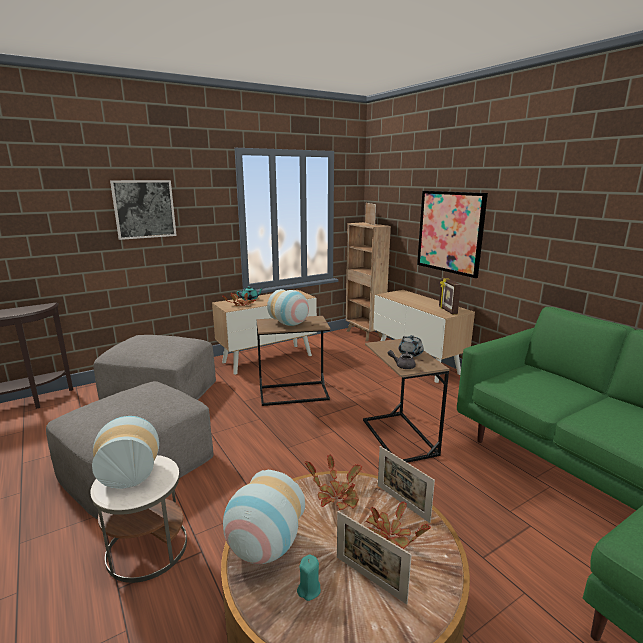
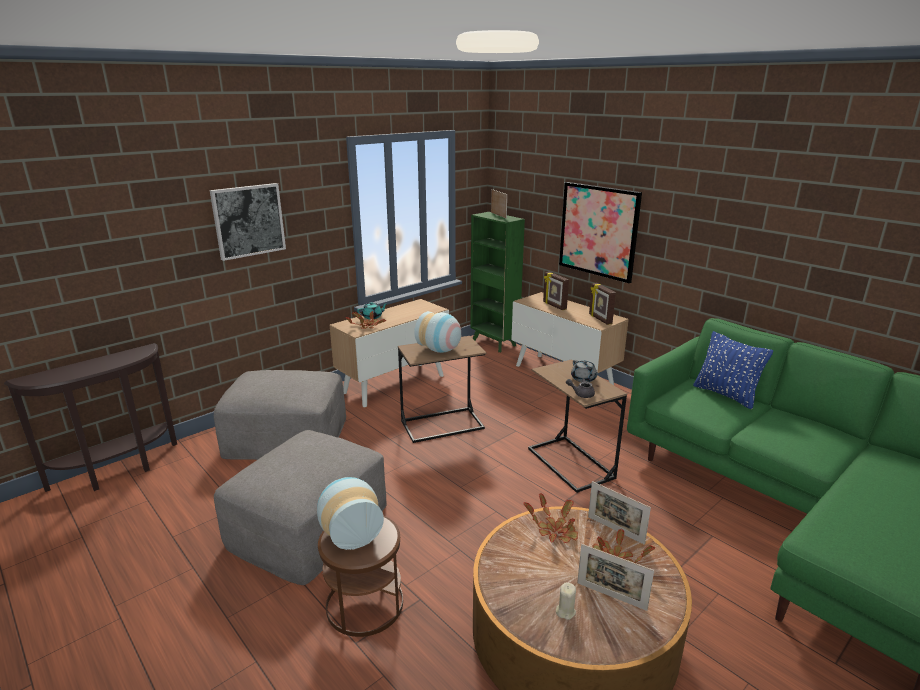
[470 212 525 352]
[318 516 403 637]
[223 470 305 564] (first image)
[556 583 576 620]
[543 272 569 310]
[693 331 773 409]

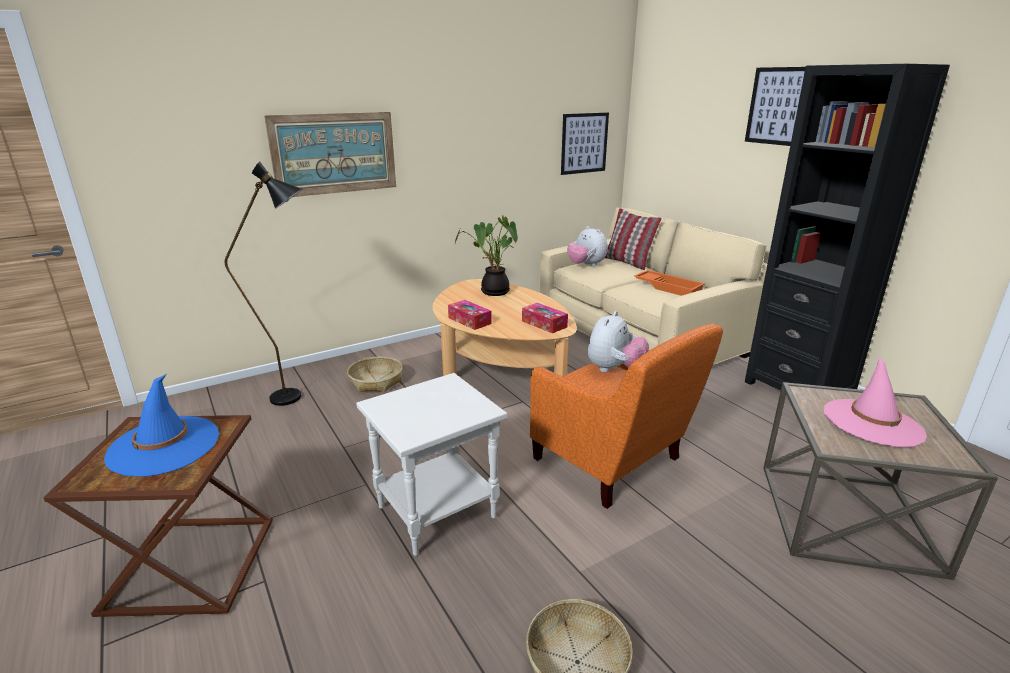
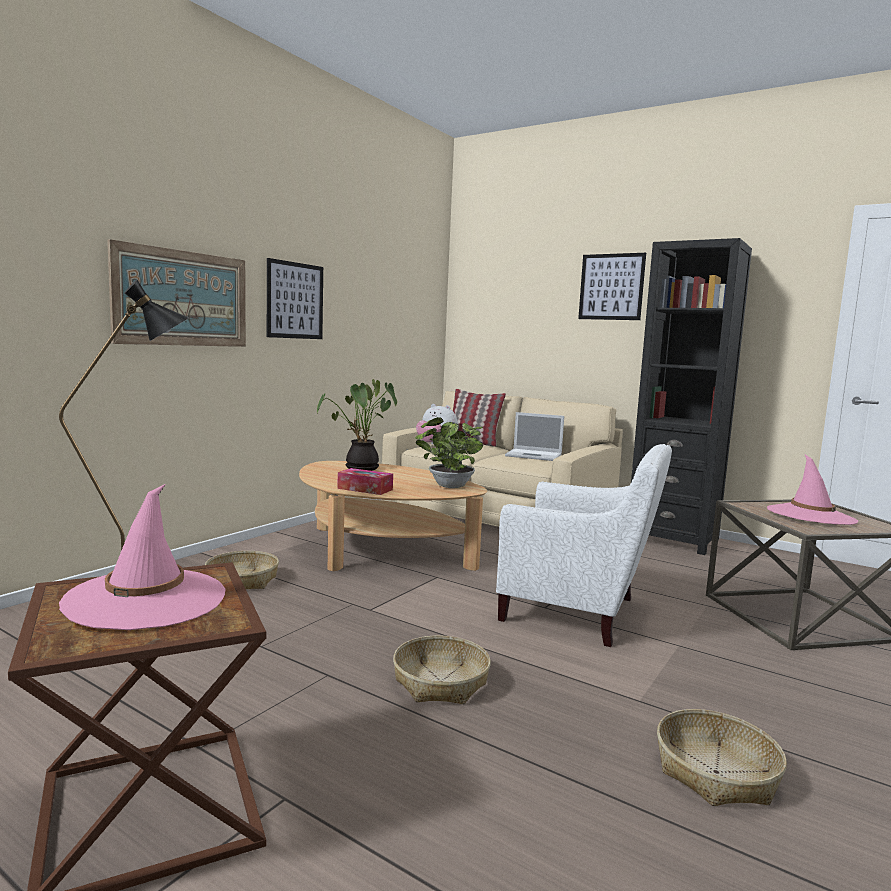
[267 258 323 339]
[505 412 564 461]
[415 417 483 488]
[588 311 649 372] (first image)
[496 444 672 647]
[393 636 491 704]
[59 484 225 630]

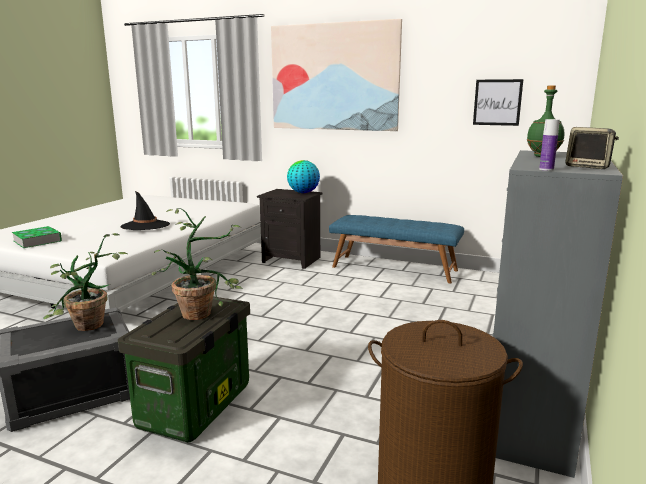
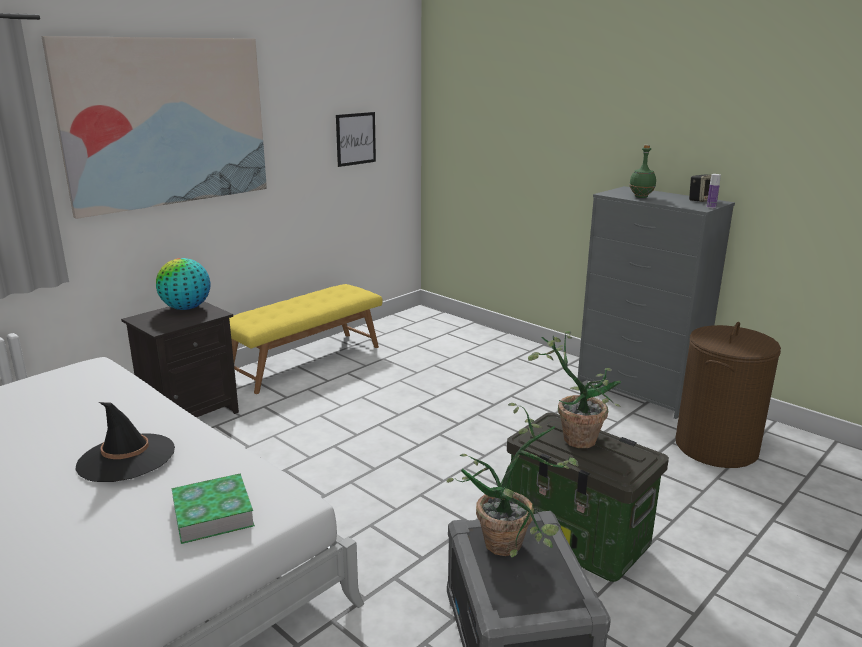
[229 284 382 394]
[172 473 255 544]

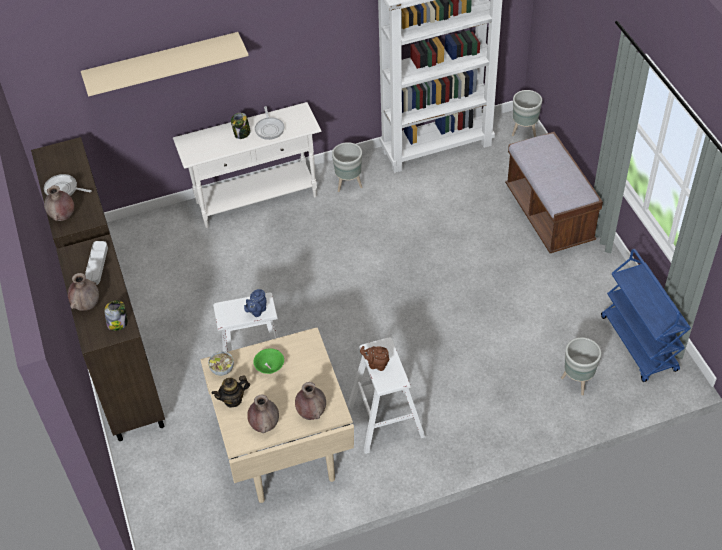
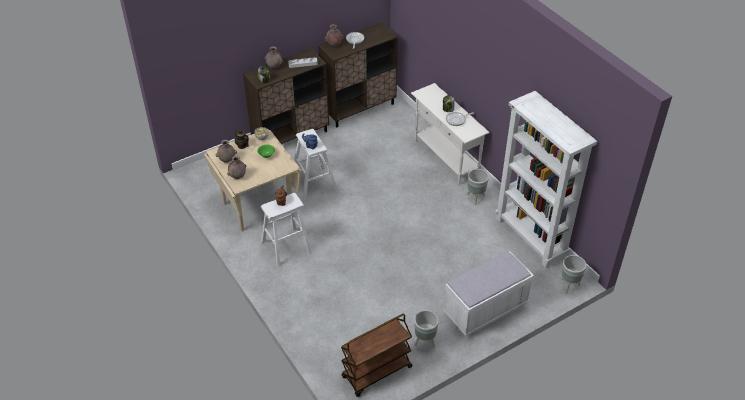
[81 32 249 96] (first image)
[443 251 534 336]
[341 314 412 397]
[414 310 439 347]

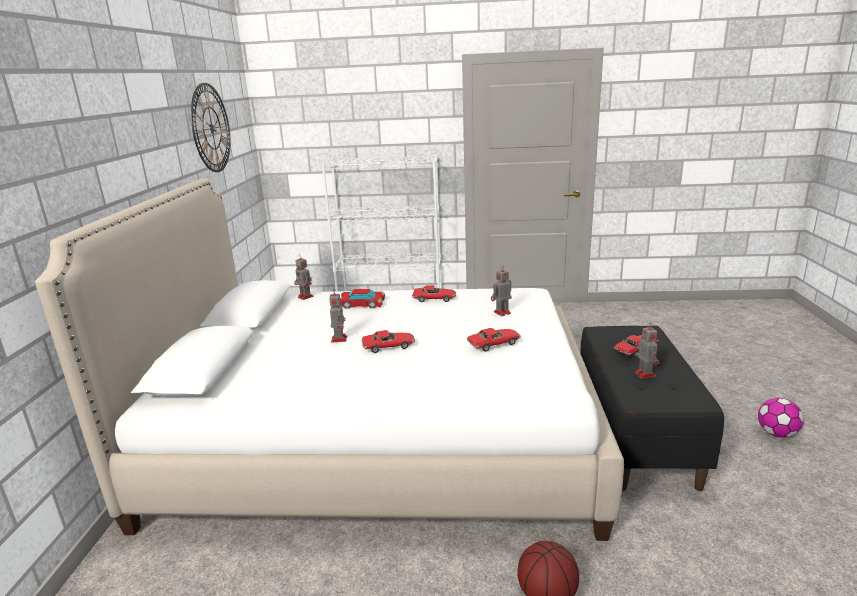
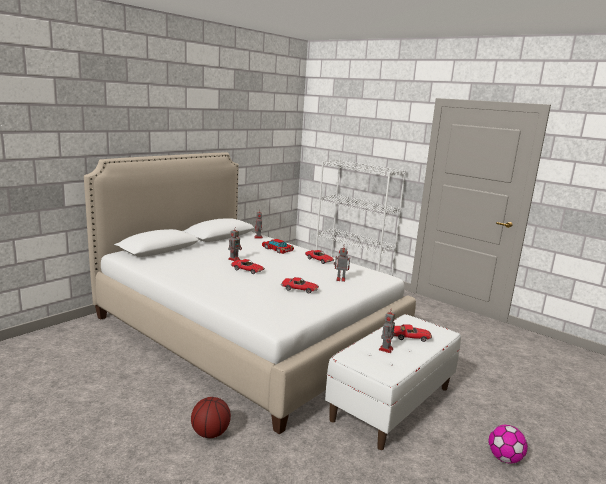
[191 83 231 172] (first image)
[325 314 461 450]

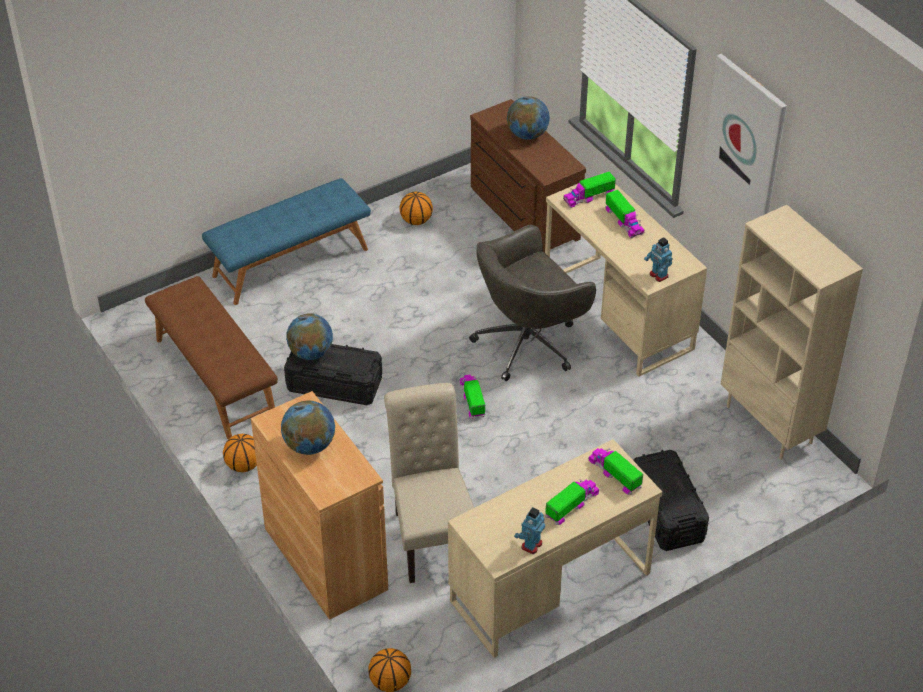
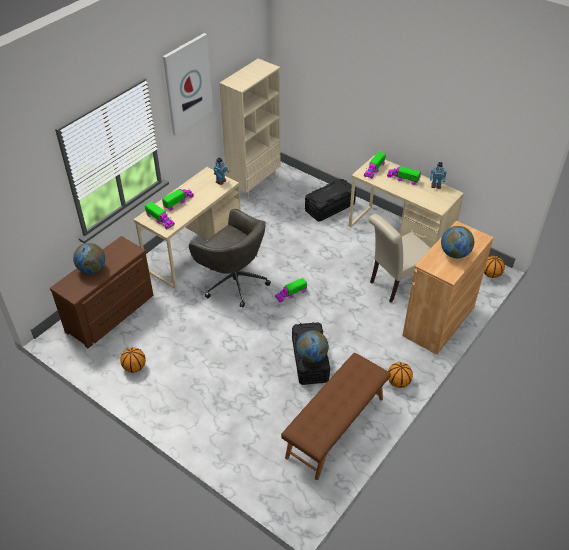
[202 178 371 305] (first image)

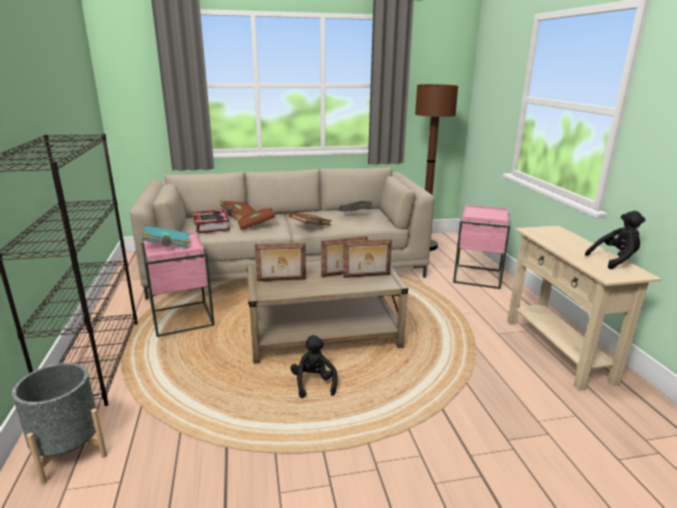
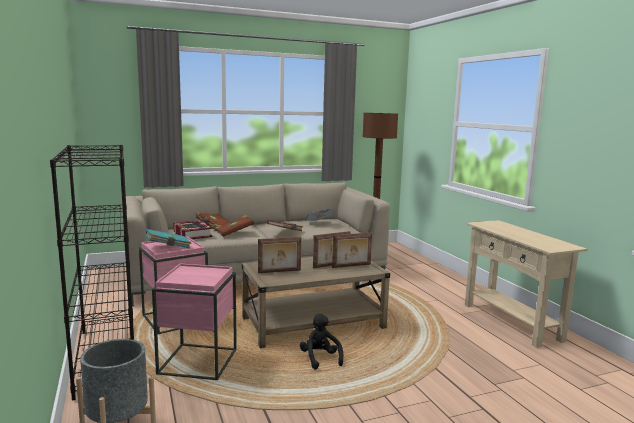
[152 263 237 380]
[585 211 646 269] (first image)

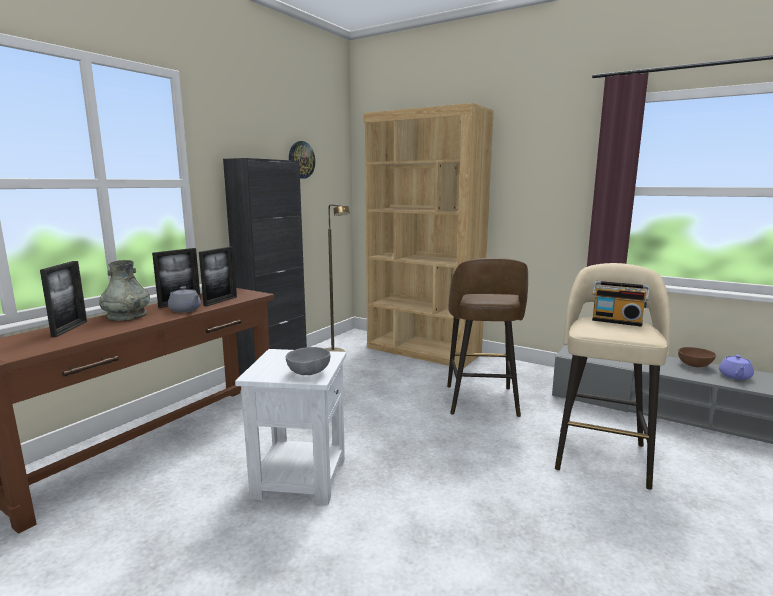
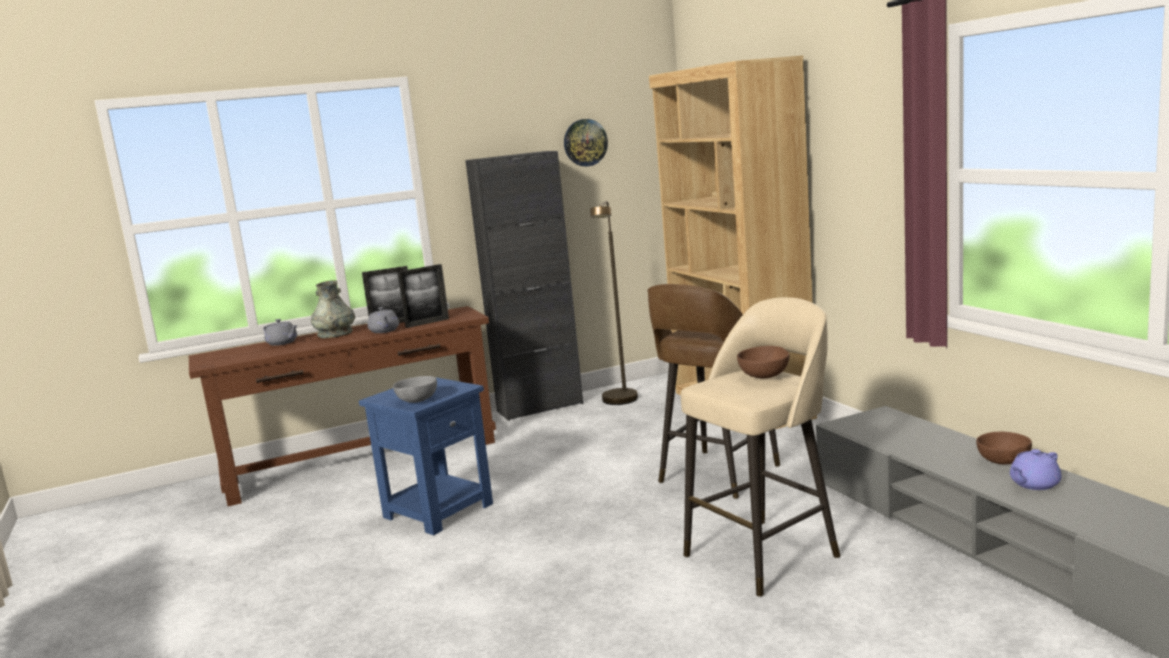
[263 319 297 346]
[737 346 789 378]
[359 377 493 535]

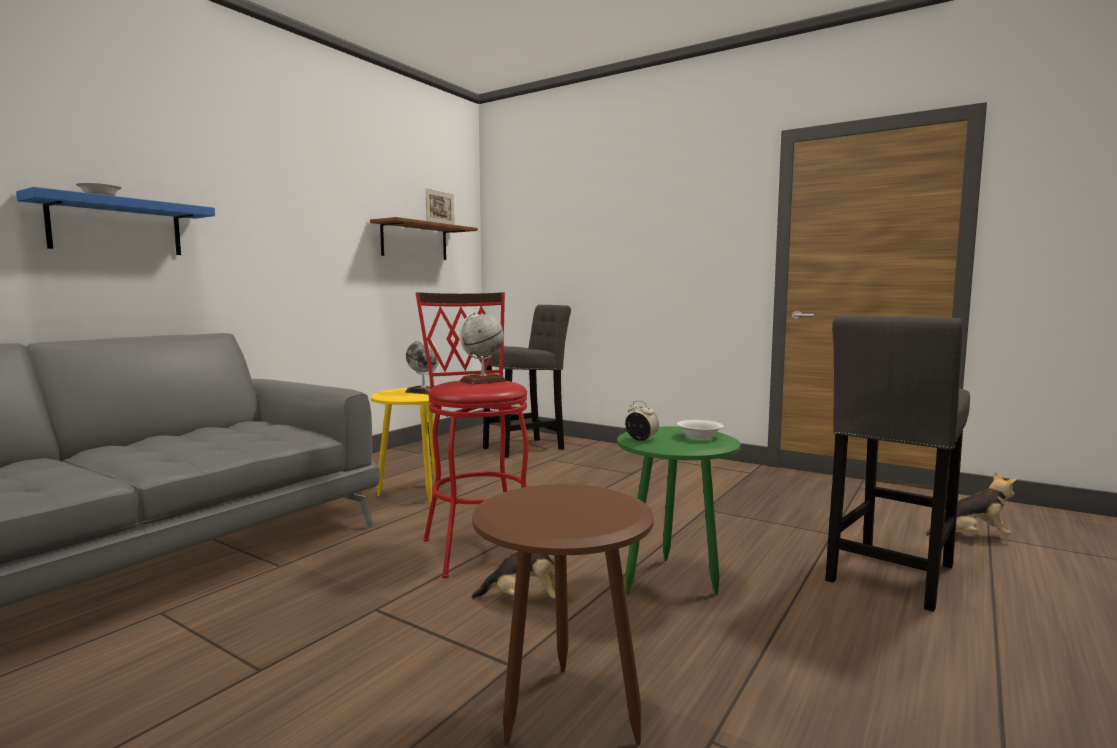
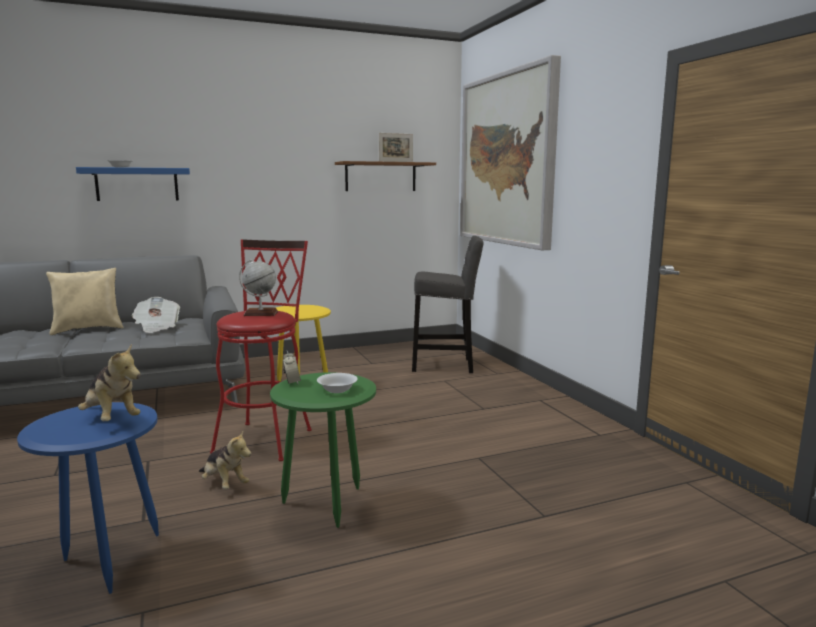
[825 316 970 612] (first image)
[405 340 439 394] (first image)
[78 343 140 421]
[17 402 159 594]
[460 55 561 250]
[46 268 124 335]
[132 297 180 333]

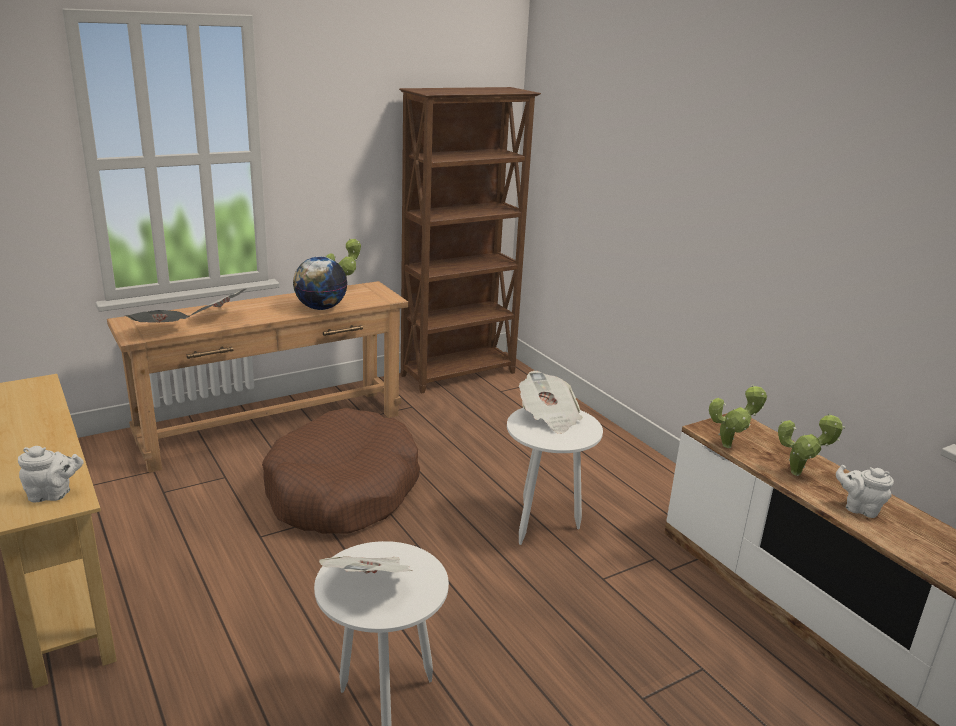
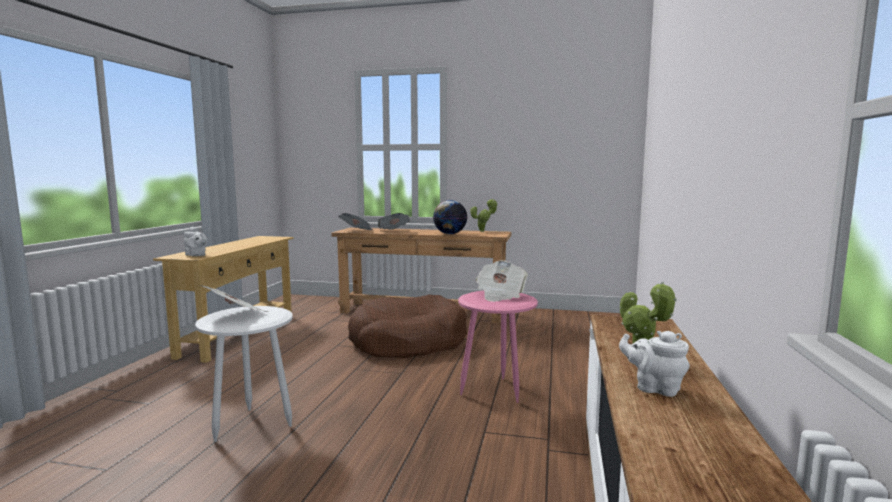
[399 87 541 394] (first image)
[709 384 767 448] (first image)
[458 291 538 403]
[619 331 690 397]

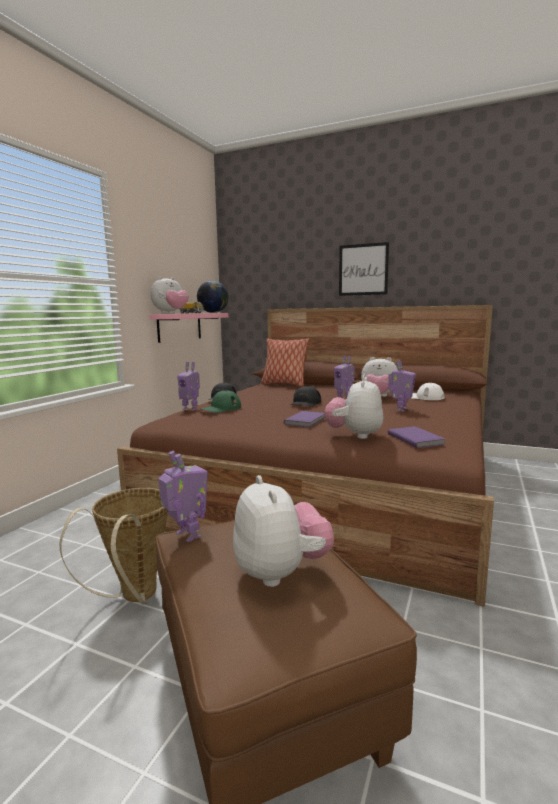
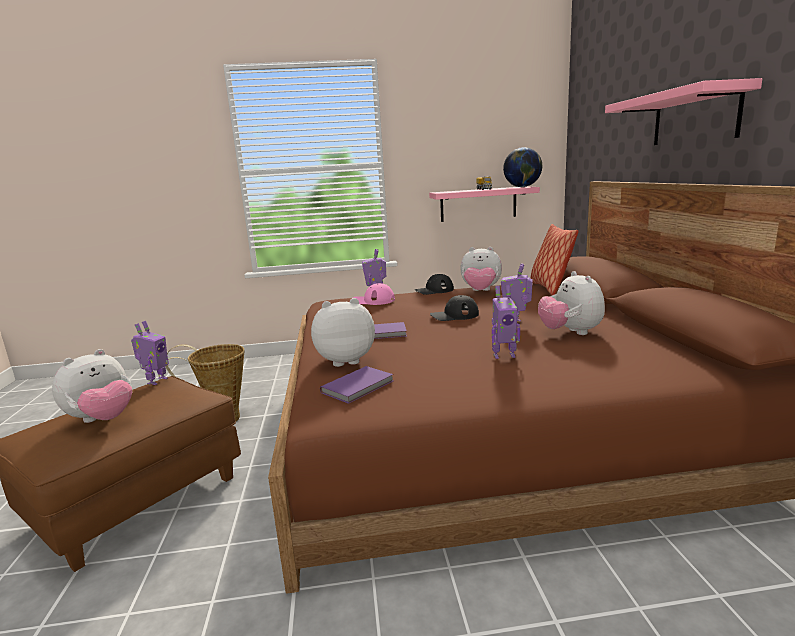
[605 78 762 145]
[460 247 502 291]
[411 383 444 400] (first image)
[353 283 395 305]

